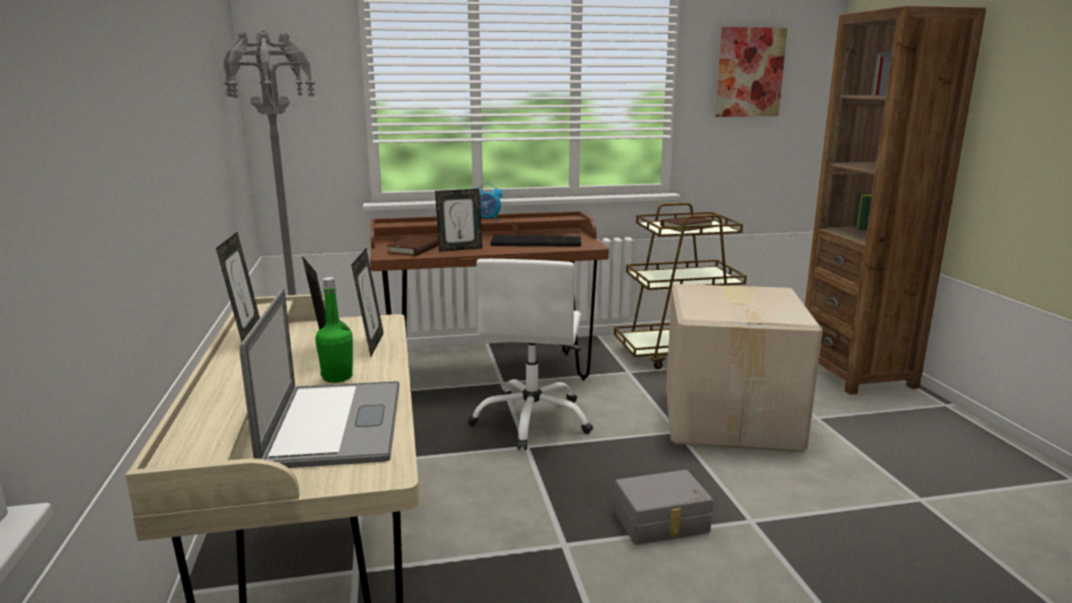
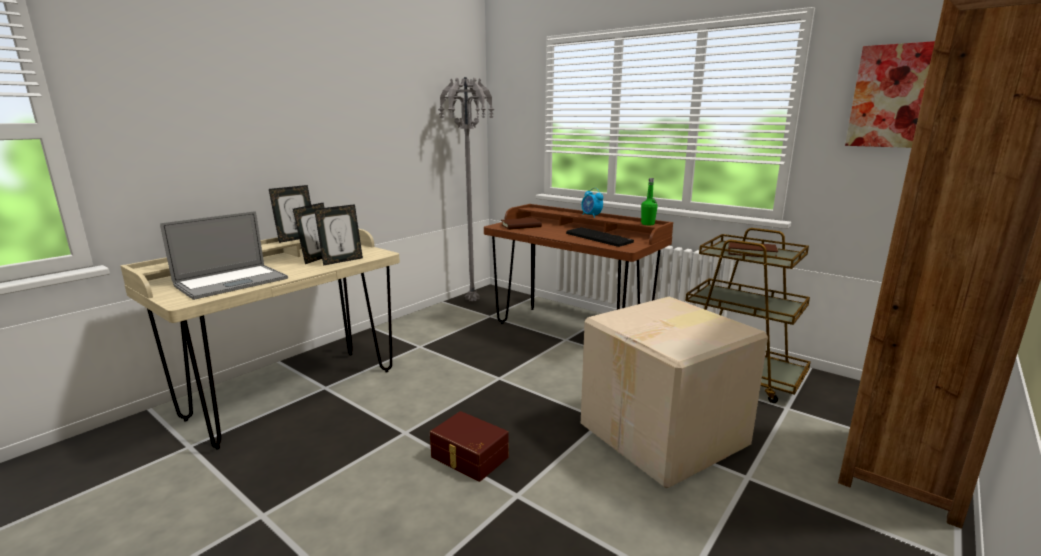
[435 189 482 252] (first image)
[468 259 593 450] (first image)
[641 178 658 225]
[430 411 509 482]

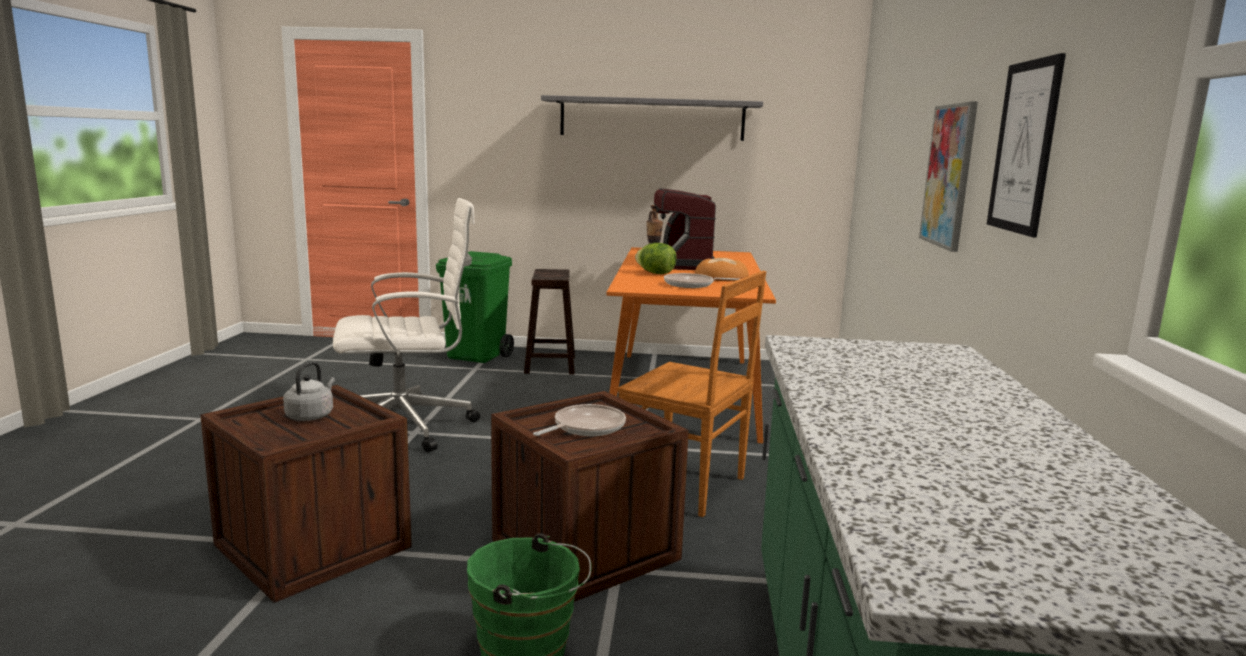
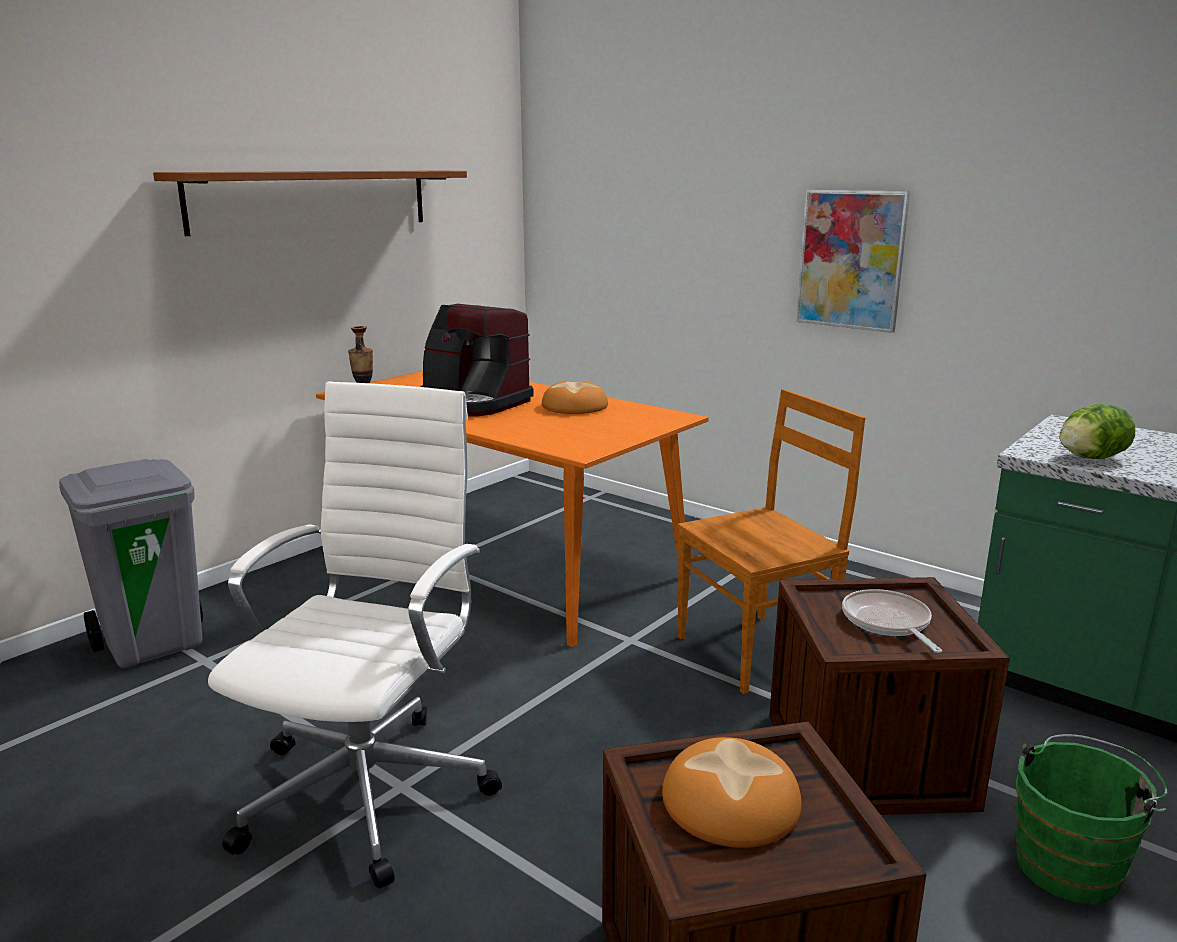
[987 53 1066 237] (first image)
[153 171 467 236]
[1060 404 1135 459]
[59 459 203 668]
[524 269 575 374] (first image)
[664 273 739 288] (first image)
[662 737 802 848]

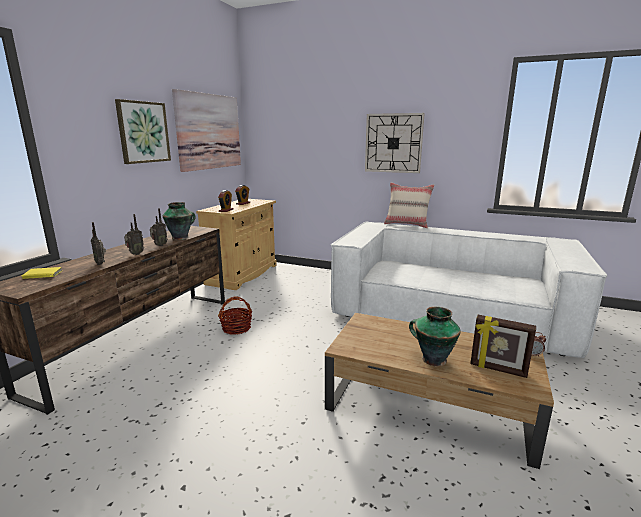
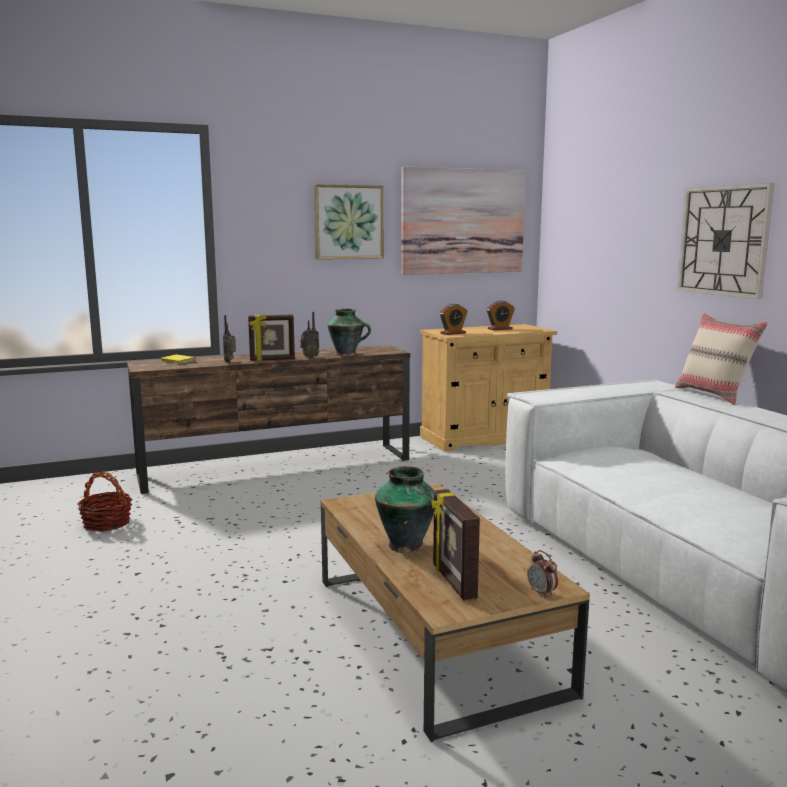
[248 314 295 361]
[77 472 132 532]

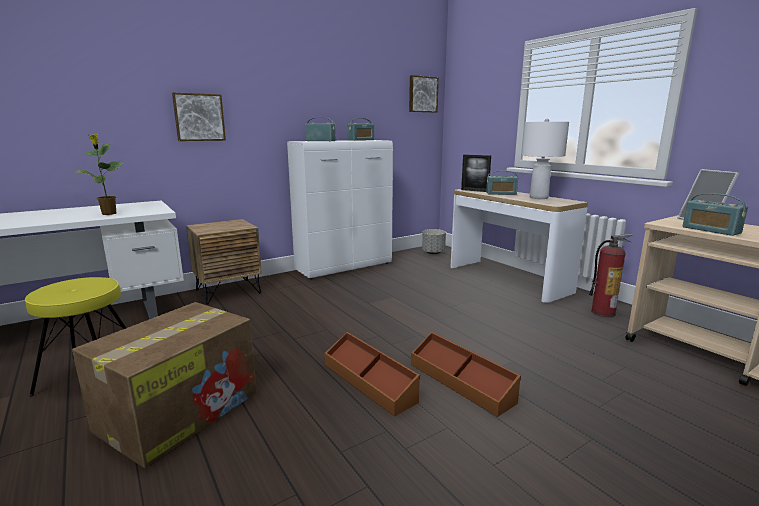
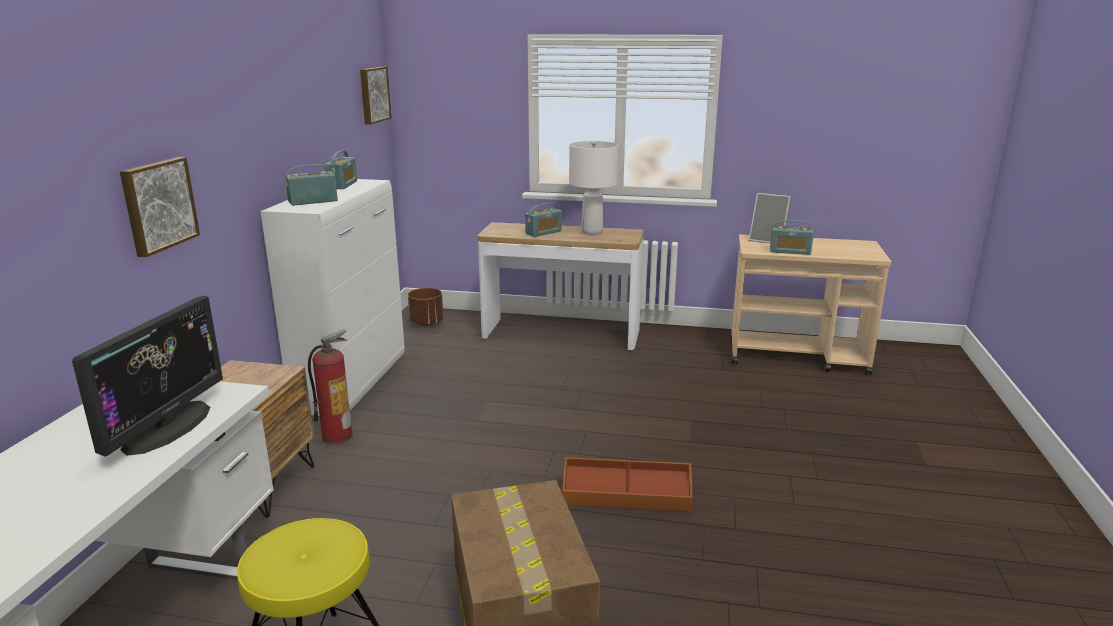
[72 296 223 457]
[461 155 491 192] (first image)
[408 288 443 326]
[308 329 353 444]
[411 332 521 417] (first image)

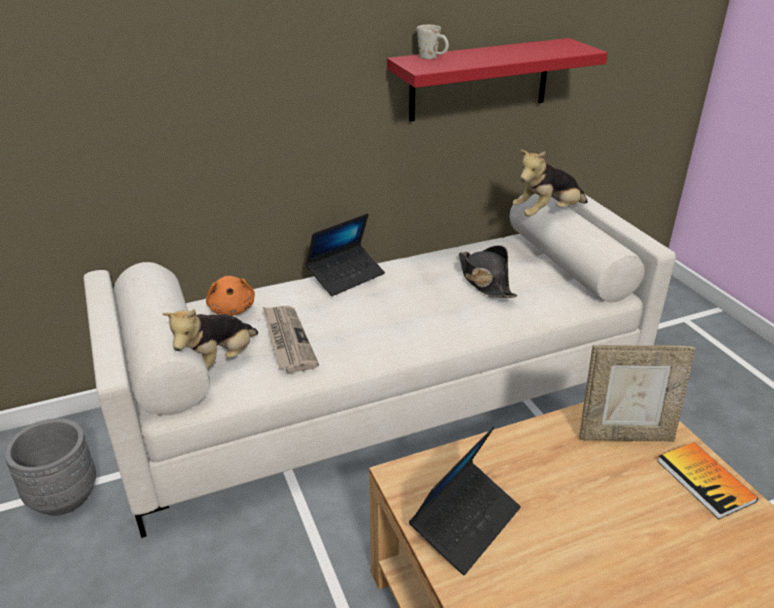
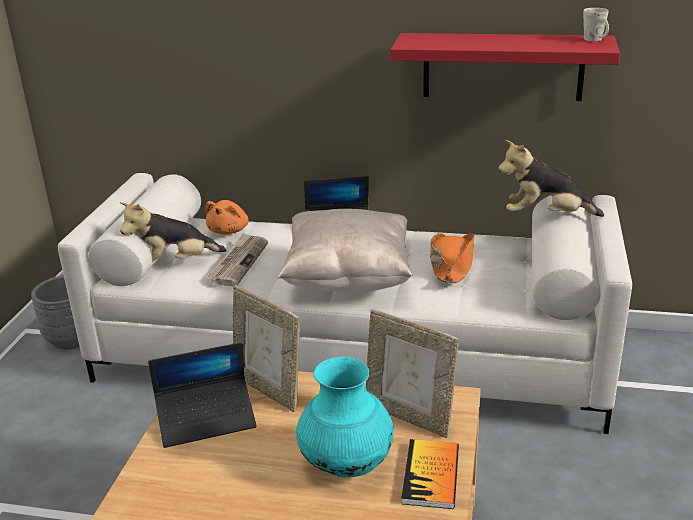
[583 8 609 41]
[430 233 474 283]
[278 209 412 292]
[233 285 300 412]
[296 357 394 478]

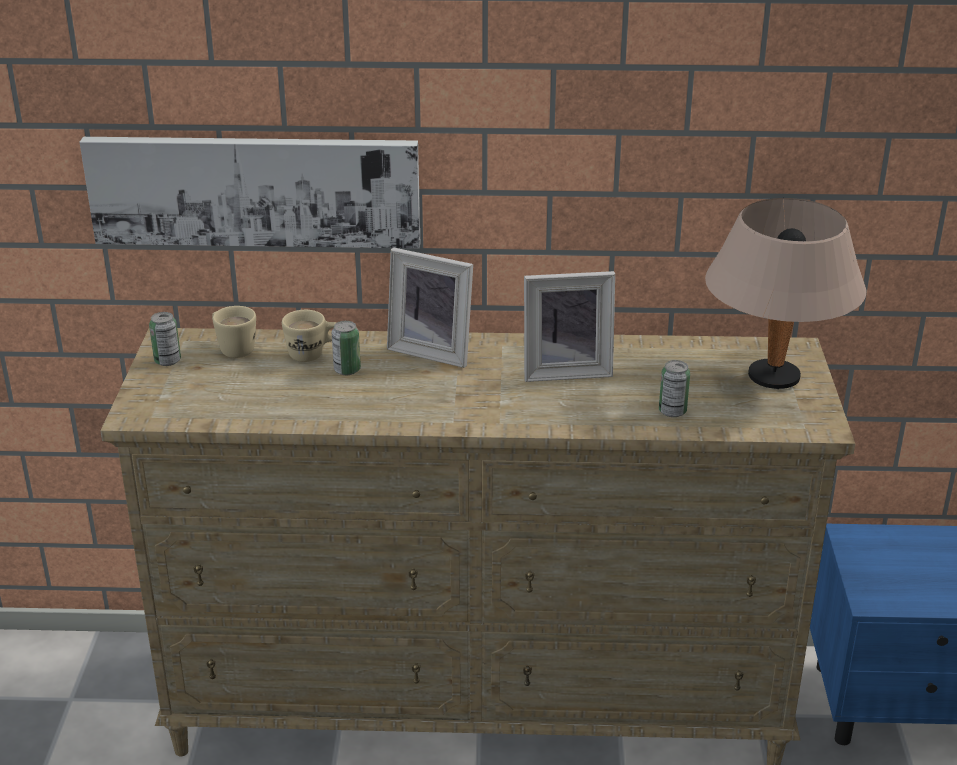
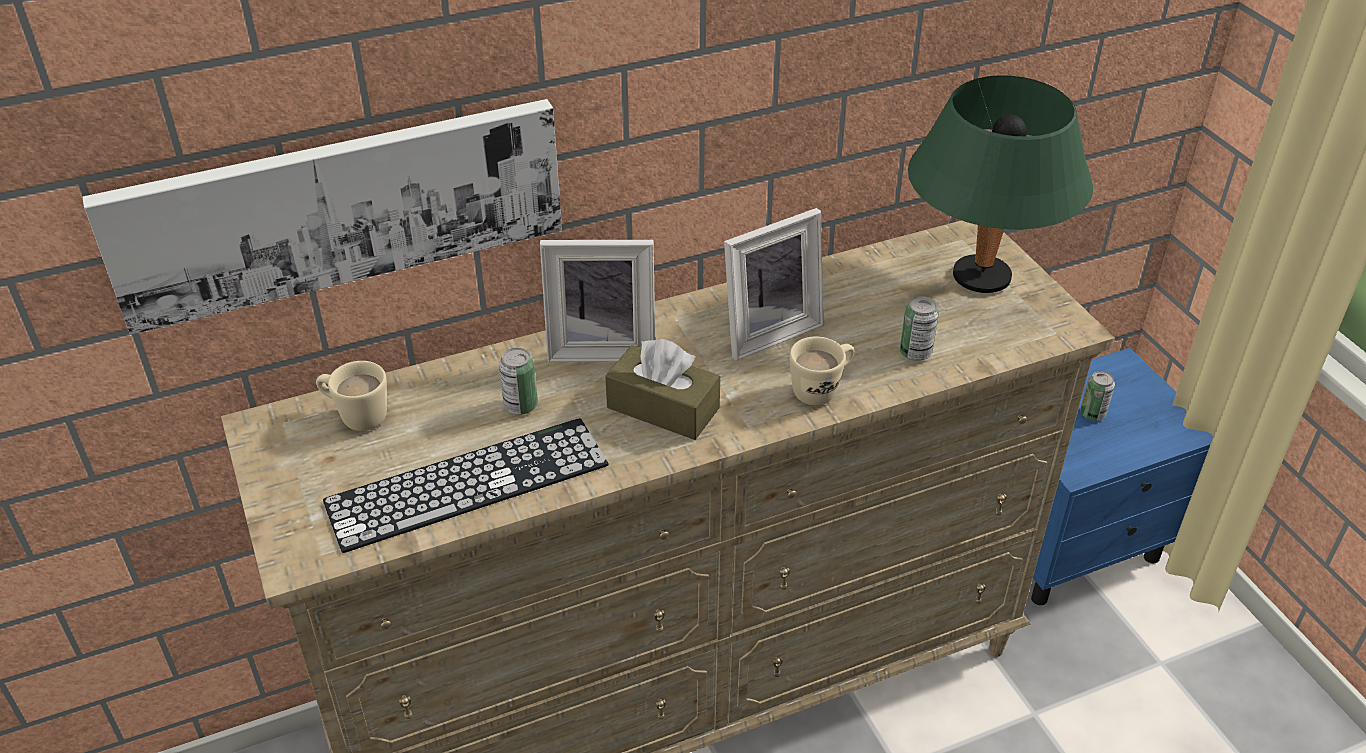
[908 75 1093 293]
[789 337 854 405]
[1080 371 1115 421]
[605 339 720 440]
[323 418 609 553]

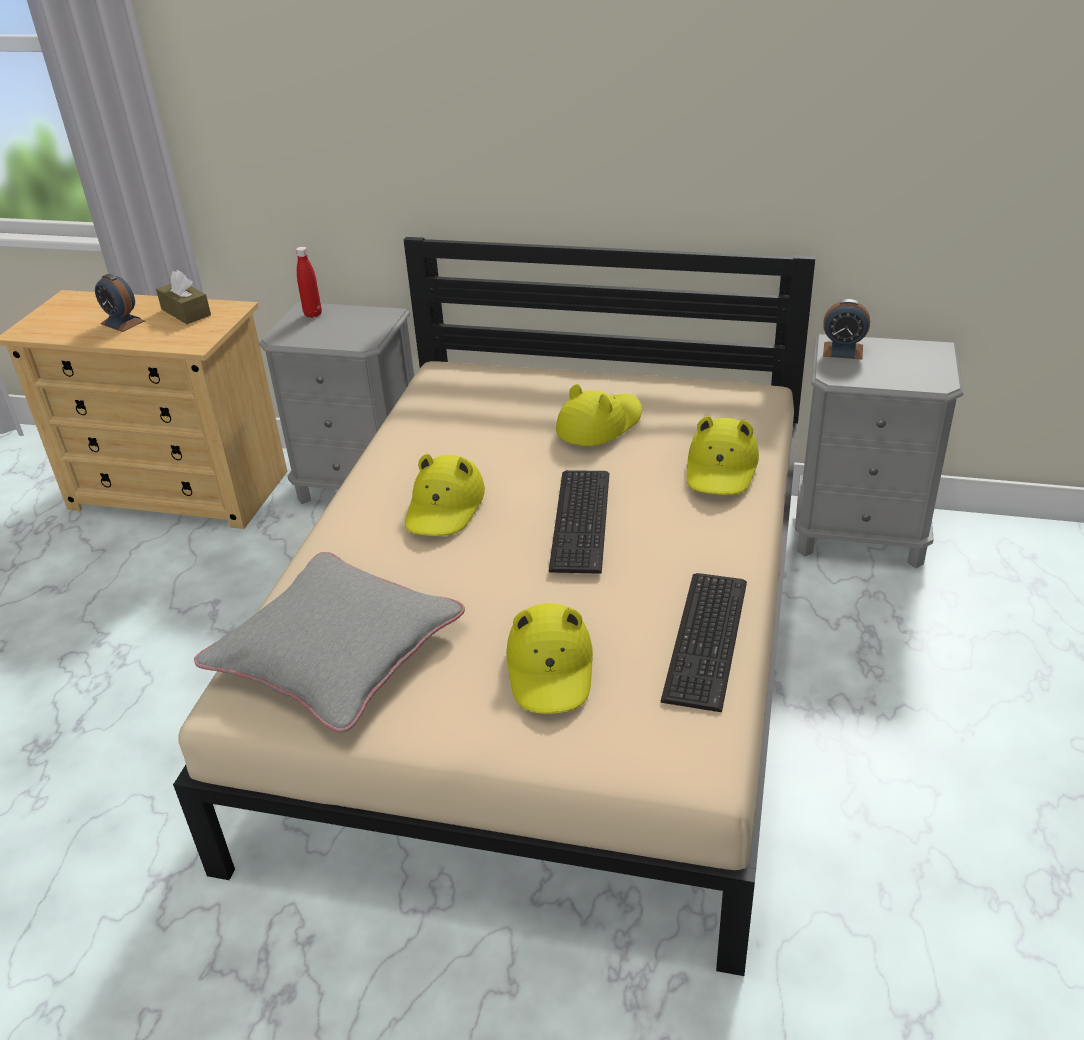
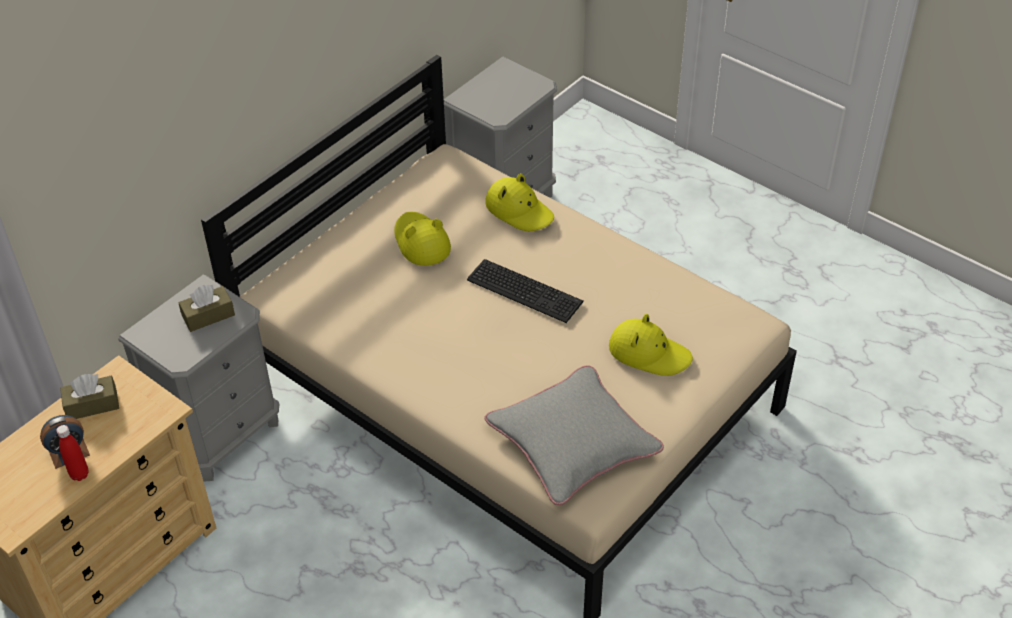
[56 425 89 481]
[823 299 870 359] (first image)
[405 454 485 536] (first image)
[661 573 747 712] (first image)
[178 285 235 332]

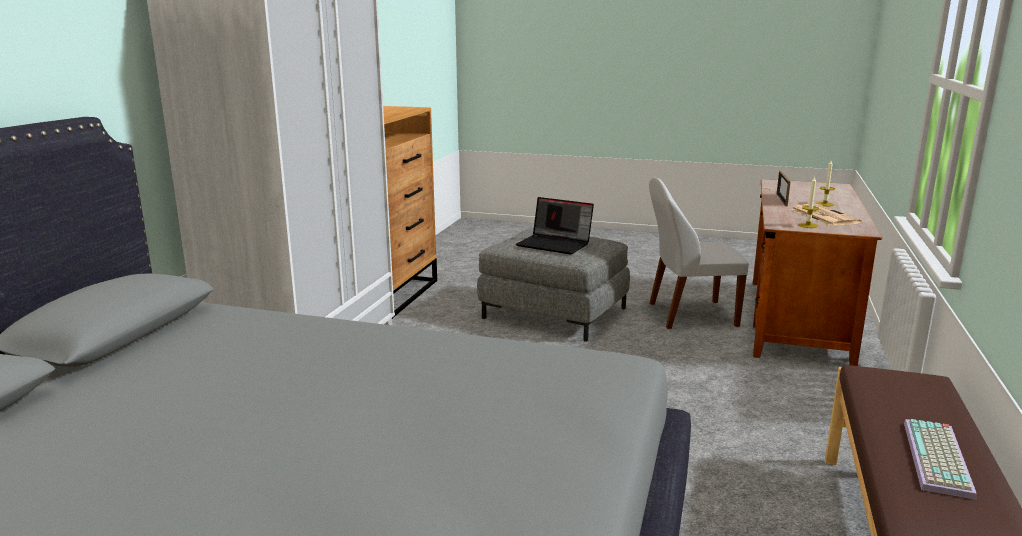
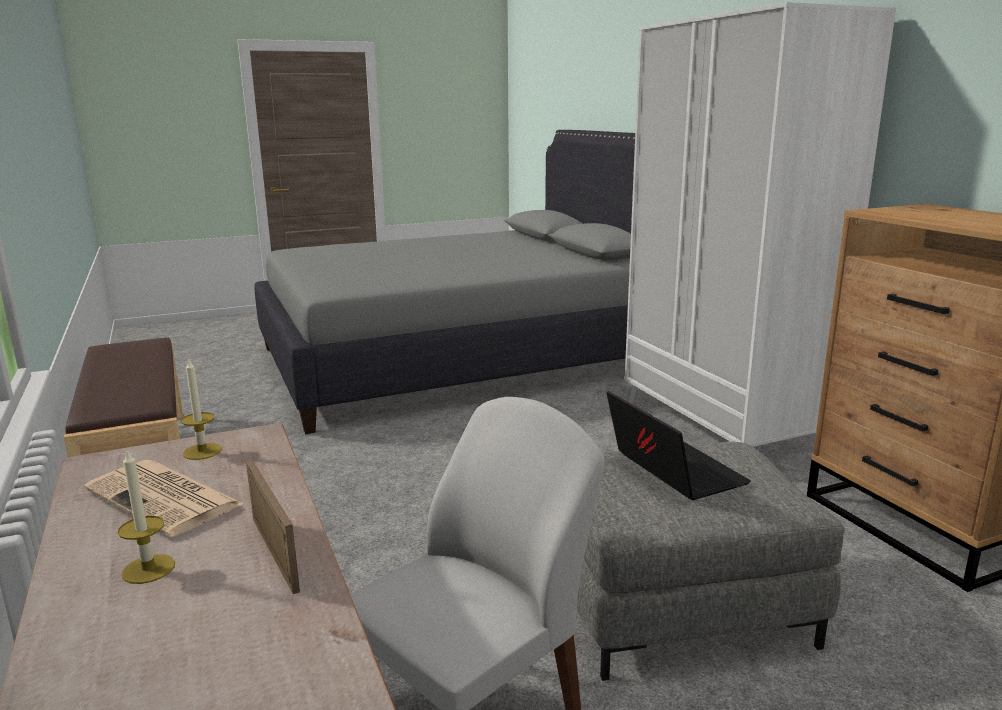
[607 391 751 500]
[904 419 977 500] (first image)

